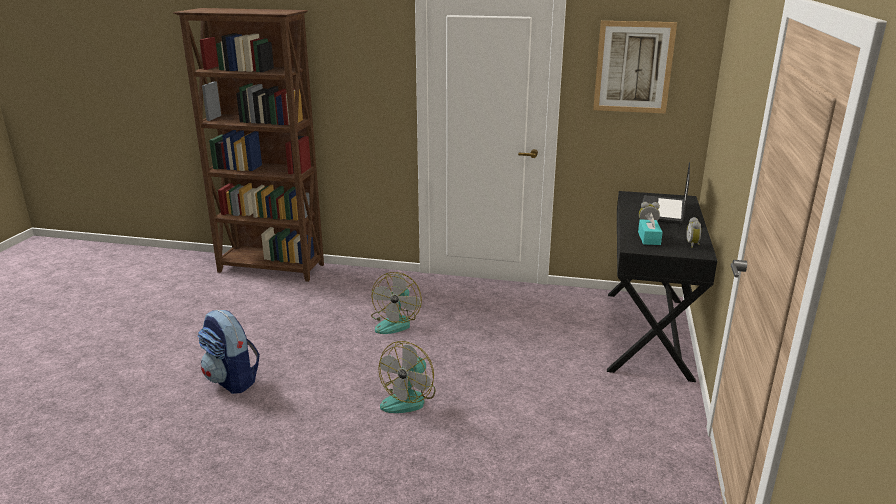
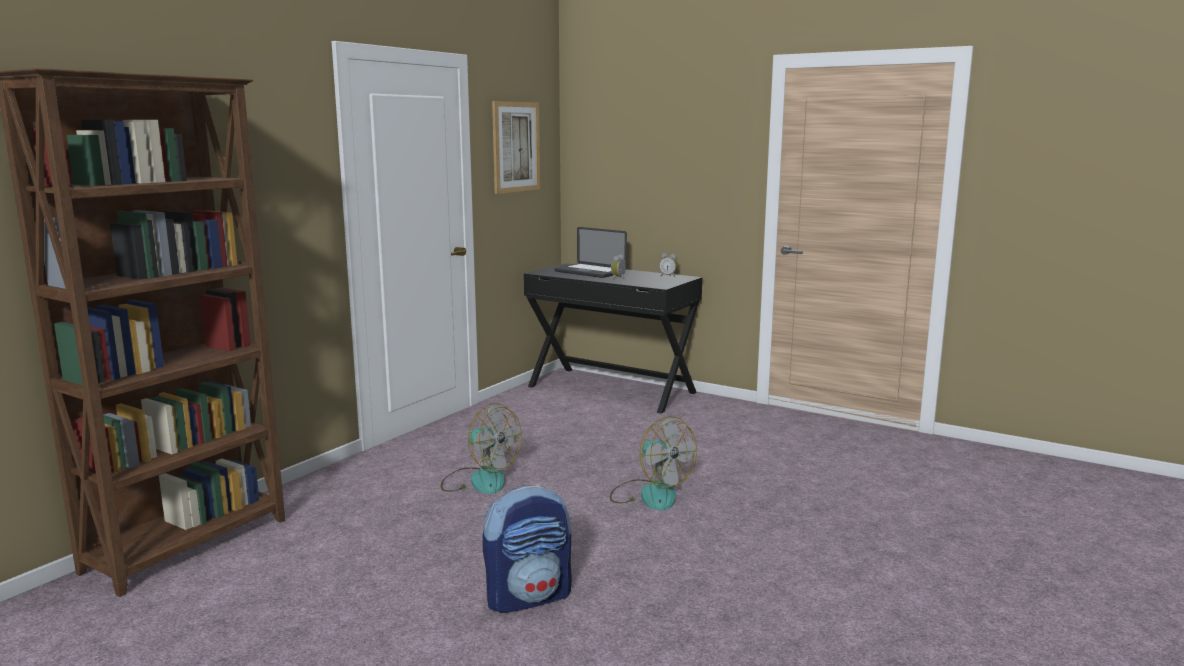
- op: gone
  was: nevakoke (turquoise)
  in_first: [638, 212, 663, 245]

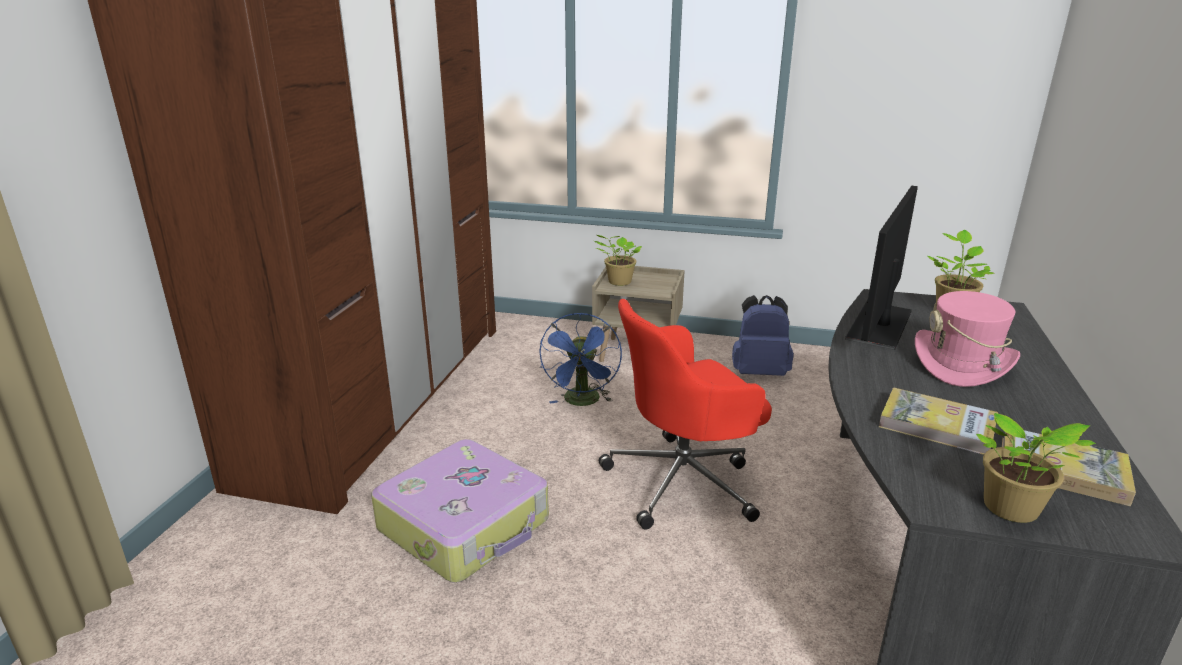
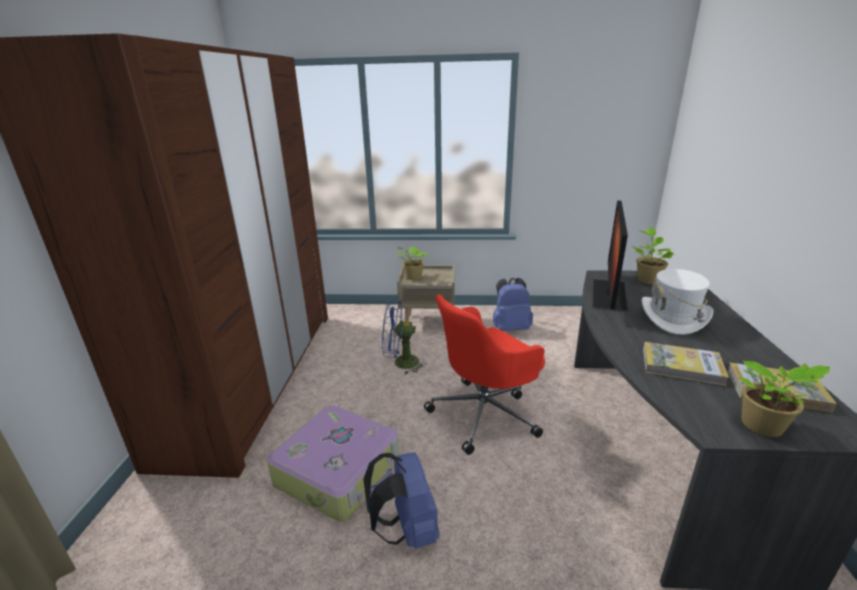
- op: new
  now: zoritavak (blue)
  in_second: [363, 452, 440, 549]
- op: repainted
  was: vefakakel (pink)
  now: vefakakel (white)
  in_first: [915, 291, 1020, 387]
  in_second: [641, 269, 713, 335]
- op: rotated
  was: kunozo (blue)
  in_first: [539, 313, 622, 406]
  in_second: [382, 301, 427, 375]
  clockwise: 90

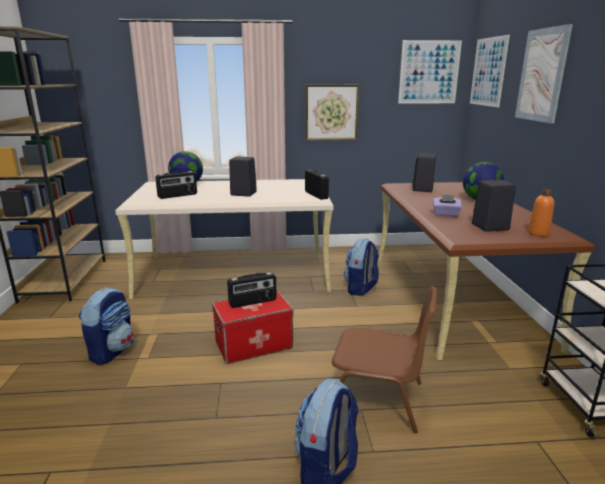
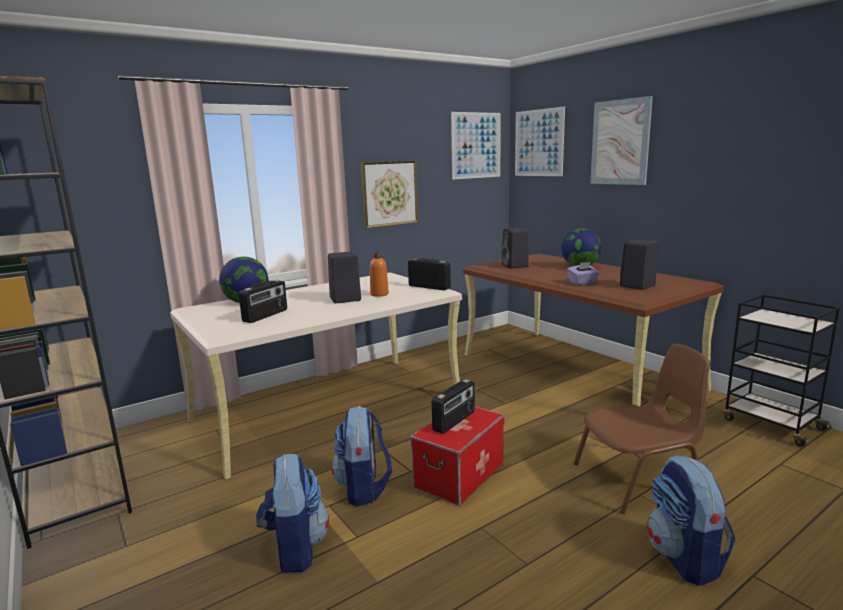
- op: shifted
  was: zoritavak
  in_first: [344, 238, 379, 296]
  in_second: [332, 406, 392, 506]
- op: shifted
  was: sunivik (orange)
  in_first: [528, 189, 554, 237]
  in_second: [370, 252, 389, 297]

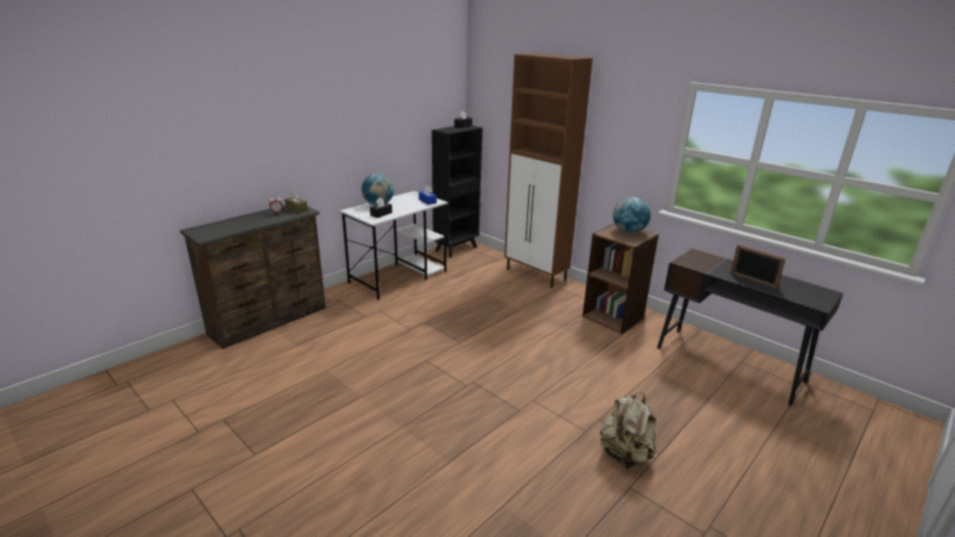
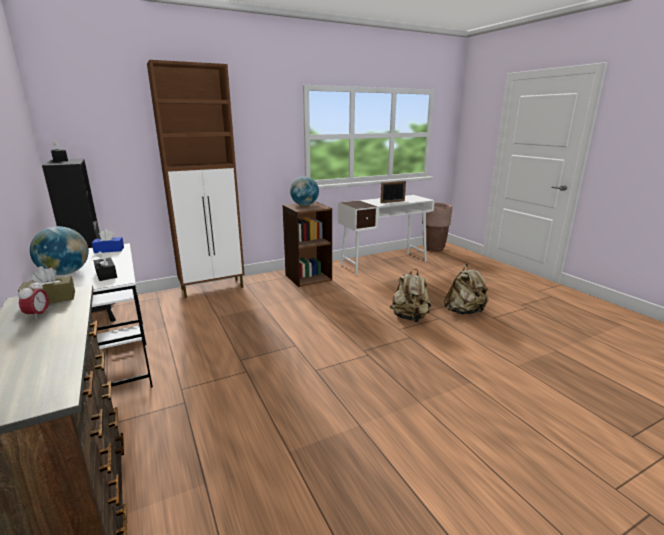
- op: new
  now: zoritavak (beige)
  in_second: [390, 269, 431, 322]
- op: new
  now: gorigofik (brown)
  in_second: [422, 202, 452, 252]
- op: repainted
  was: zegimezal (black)
  now: zegimezal (white)
  in_first: [657, 248, 843, 406]
  in_second: [338, 195, 435, 275]

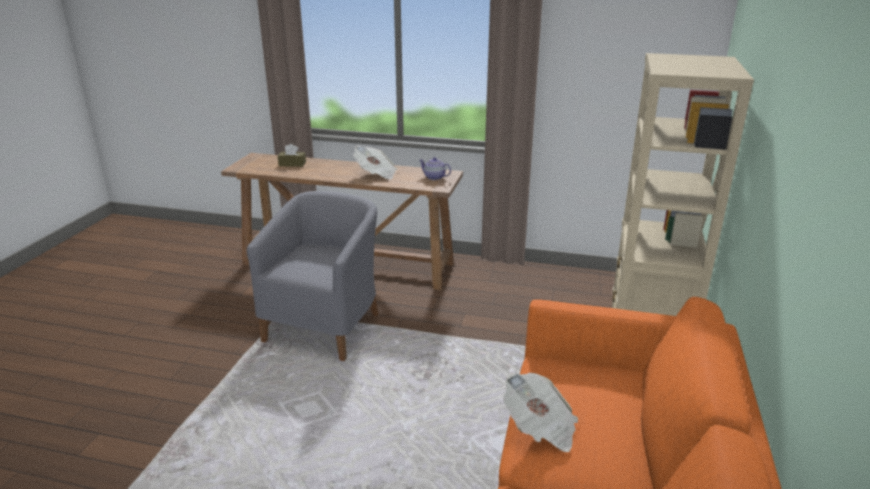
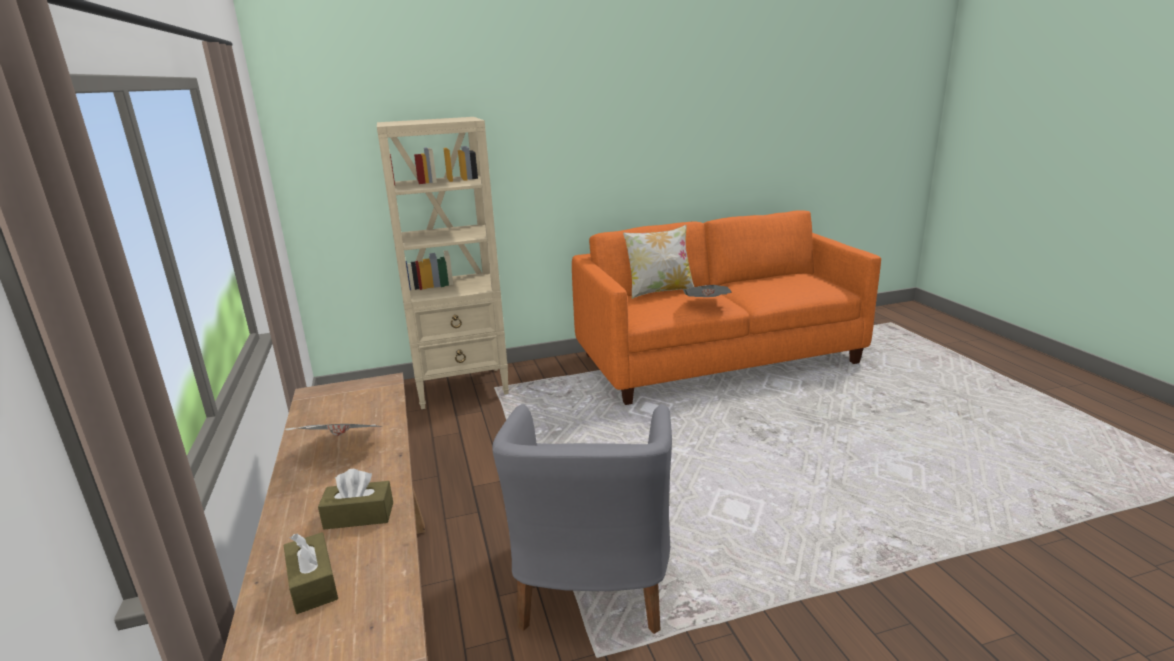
- op: gone
  was: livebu
  in_first: [419, 157, 451, 180]
- op: new
  now: nevakoke (brown)
  in_second: [318, 469, 393, 530]
- op: new
  now: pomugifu
  in_second: [623, 225, 694, 299]
- op: rotated
  was: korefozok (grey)
  in_first: [247, 191, 379, 361]
  in_second: [492, 404, 672, 634]
  clockwise: -75

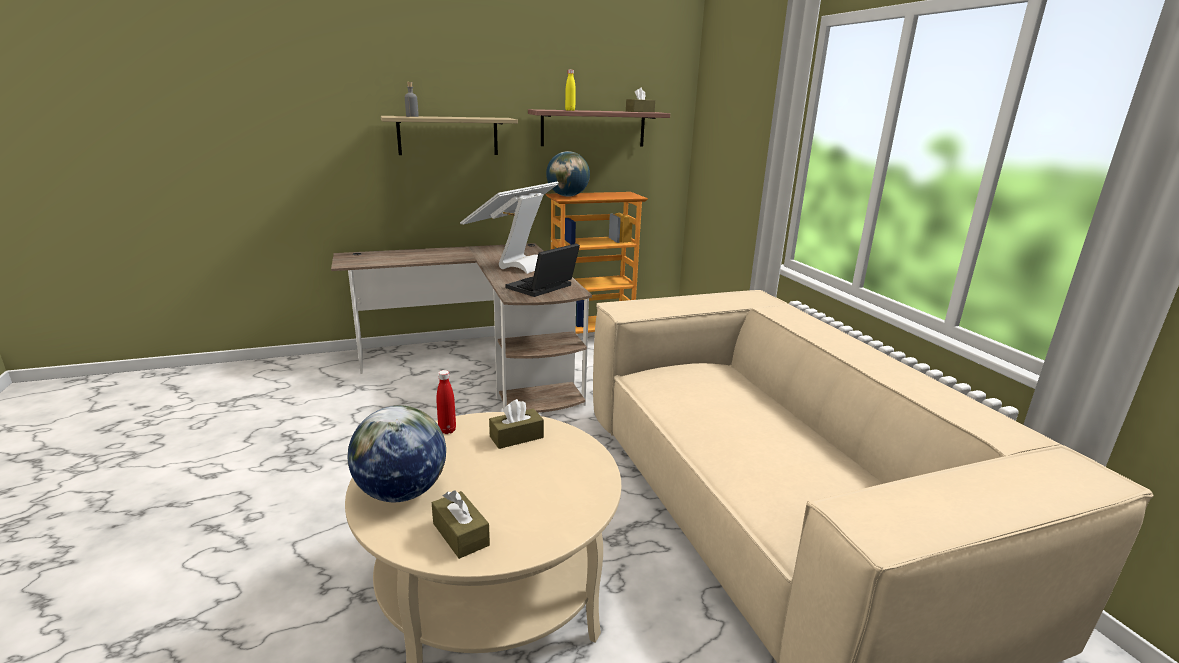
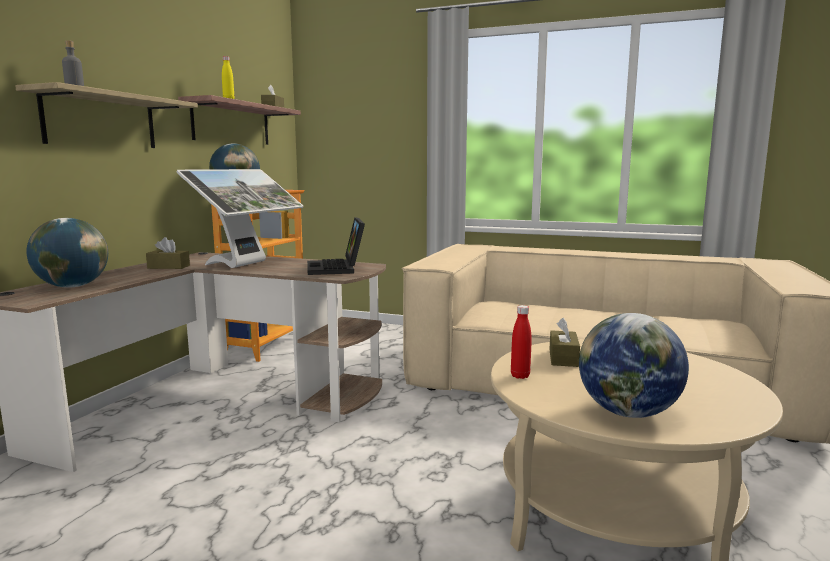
- op: new
  now: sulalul
  in_second: [26, 218, 108, 288]
- op: shifted
  was: nevakoke (brown)
  in_first: [432, 490, 490, 559]
  in_second: [146, 237, 190, 269]
- op: rotated
  was: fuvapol
  in_first: [460, 181, 558, 274]
  in_second: [176, 169, 303, 268]
  clockwise: -135

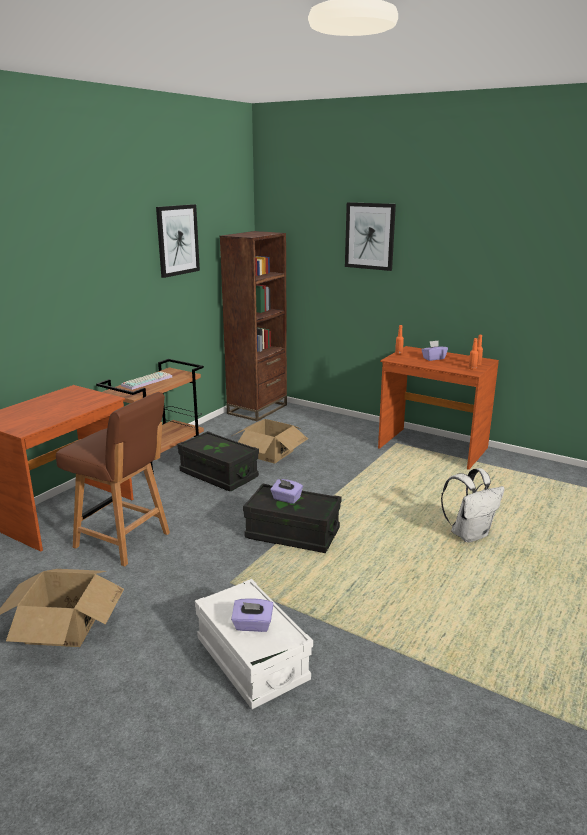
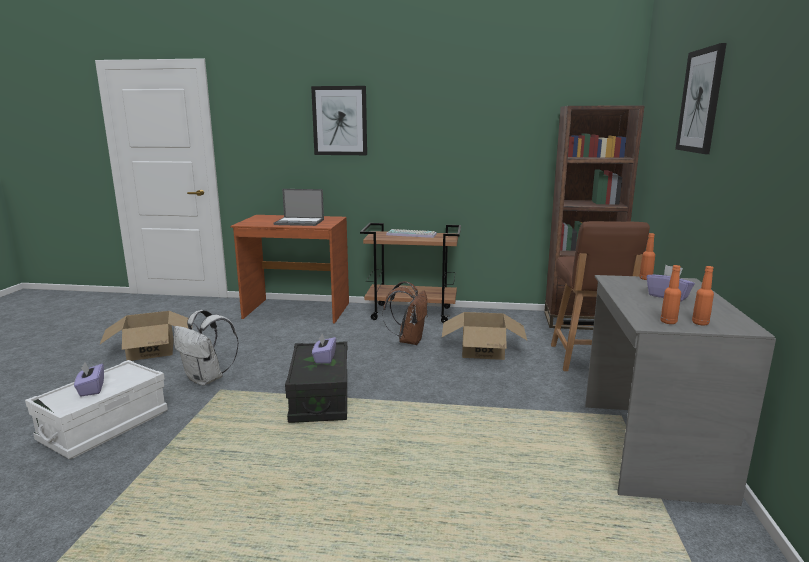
- op: new
  now: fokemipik
  in_second: [274, 189, 324, 226]
- op: shifted
  was: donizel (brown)
  in_first: [56, 392, 170, 567]
  in_second: [551, 221, 650, 371]
- op: shifted
  was: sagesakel
  in_first: [156, 204, 200, 278]
  in_second: [311, 86, 367, 155]
- op: shifted
  was: zoritavak (white)
  in_first: [441, 468, 505, 543]
  in_second: [174, 310, 239, 386]
- op: swapped
  was: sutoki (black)
  now: zoritavak (brown)
  in_first: [177, 431, 259, 491]
  in_second: [382, 281, 428, 345]
- op: repainted
  was: zegimezal (brown)
  now: zegimezal (grey)
  in_first: [378, 346, 499, 470]
  in_second: [585, 275, 776, 506]

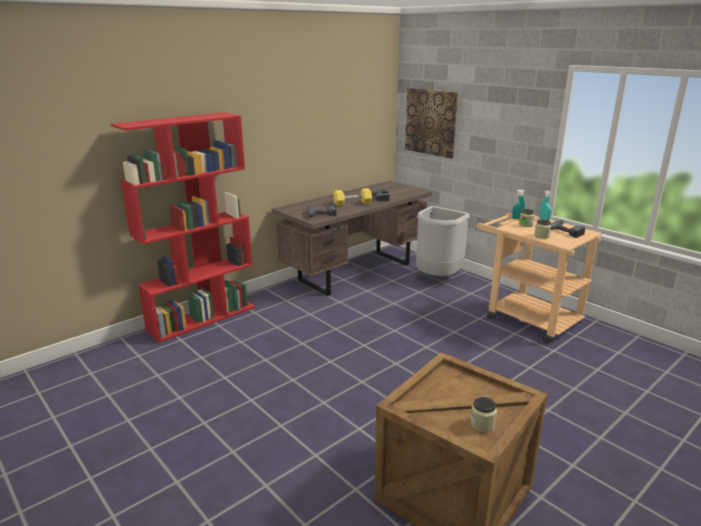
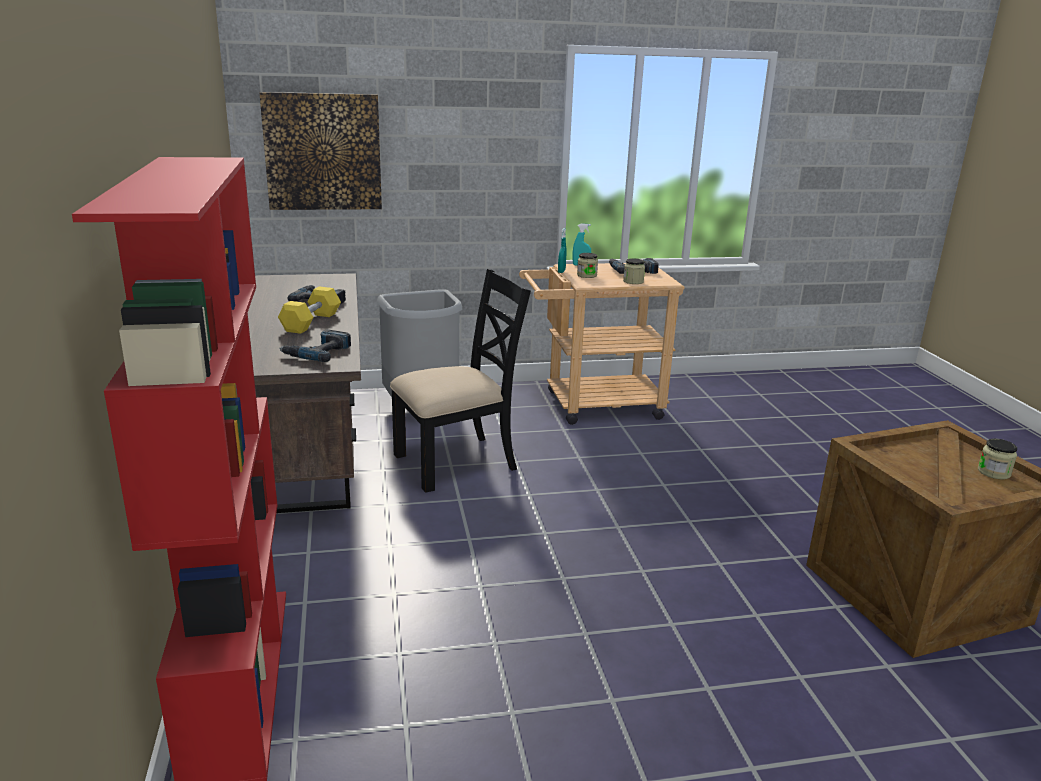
- op: new
  now: donizel (black)
  in_second: [390, 269, 531, 493]

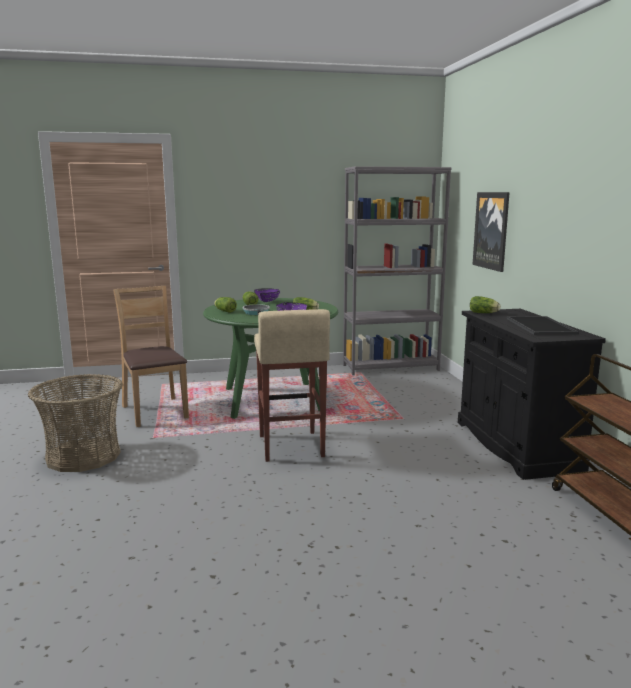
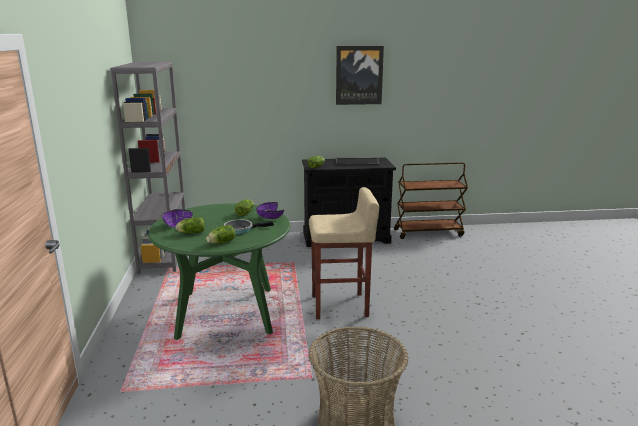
- op: gone
  was: donizel (brown)
  in_first: [113, 286, 189, 427]
- op: shifted
  was: sagesakel
  in_first: [472, 192, 510, 272]
  in_second: [336, 46, 384, 105]

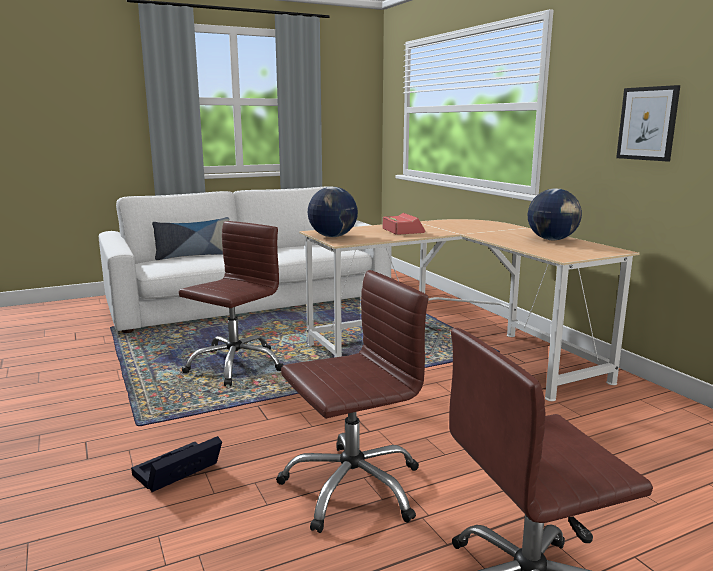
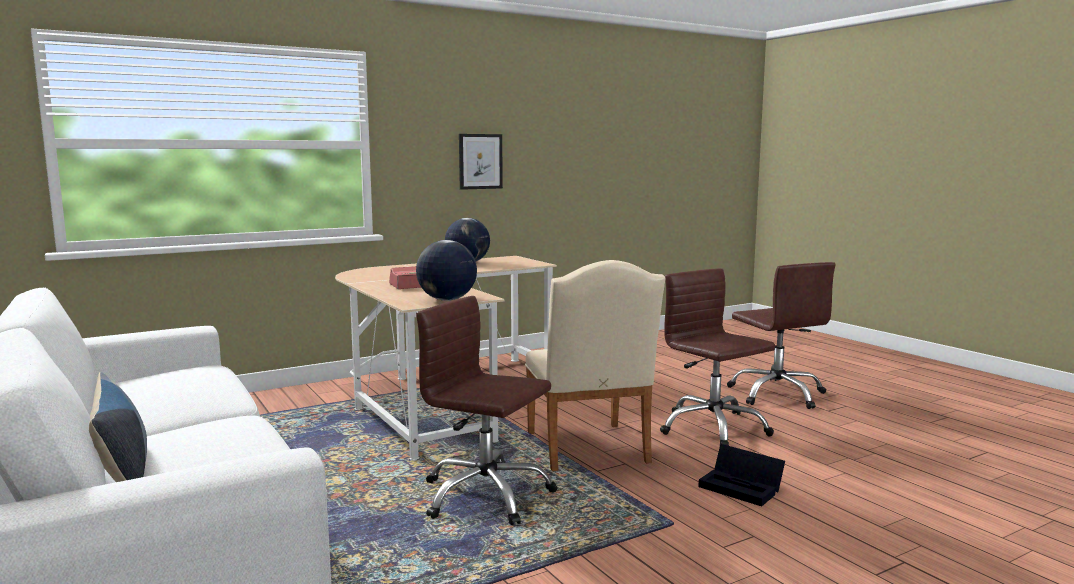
- op: new
  now: donizel (beige)
  in_second: [525, 260, 666, 471]

